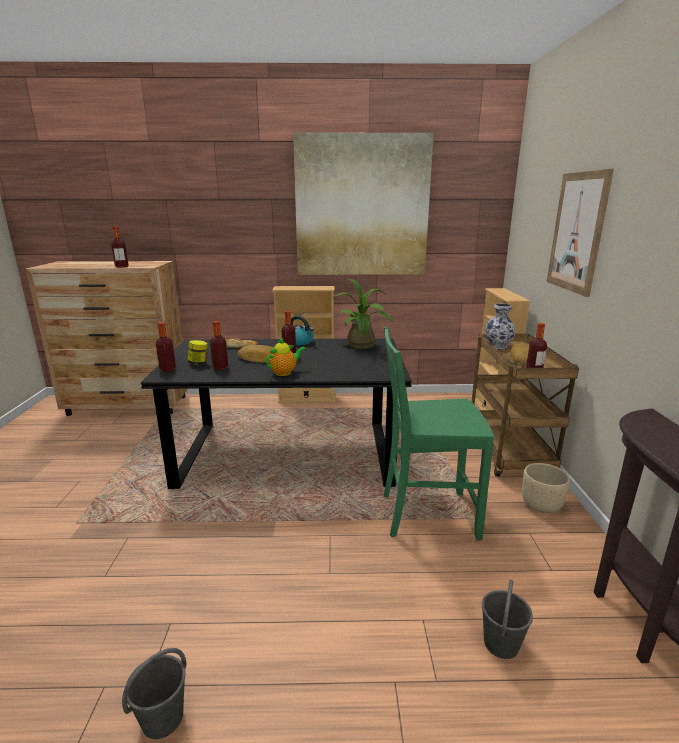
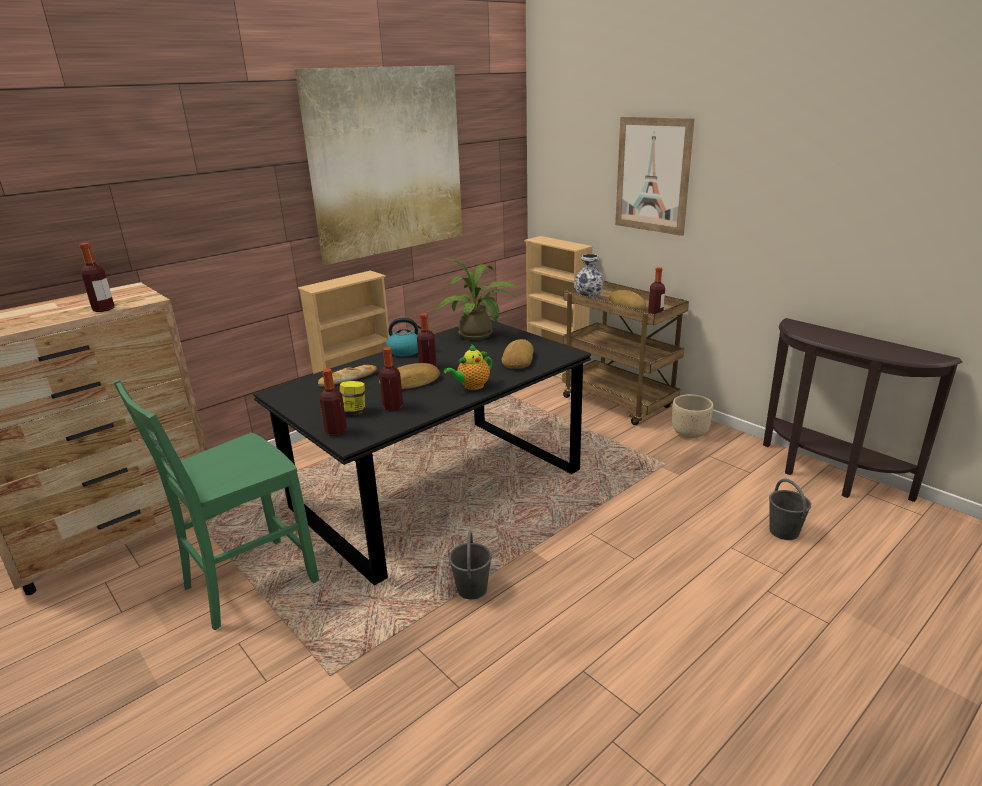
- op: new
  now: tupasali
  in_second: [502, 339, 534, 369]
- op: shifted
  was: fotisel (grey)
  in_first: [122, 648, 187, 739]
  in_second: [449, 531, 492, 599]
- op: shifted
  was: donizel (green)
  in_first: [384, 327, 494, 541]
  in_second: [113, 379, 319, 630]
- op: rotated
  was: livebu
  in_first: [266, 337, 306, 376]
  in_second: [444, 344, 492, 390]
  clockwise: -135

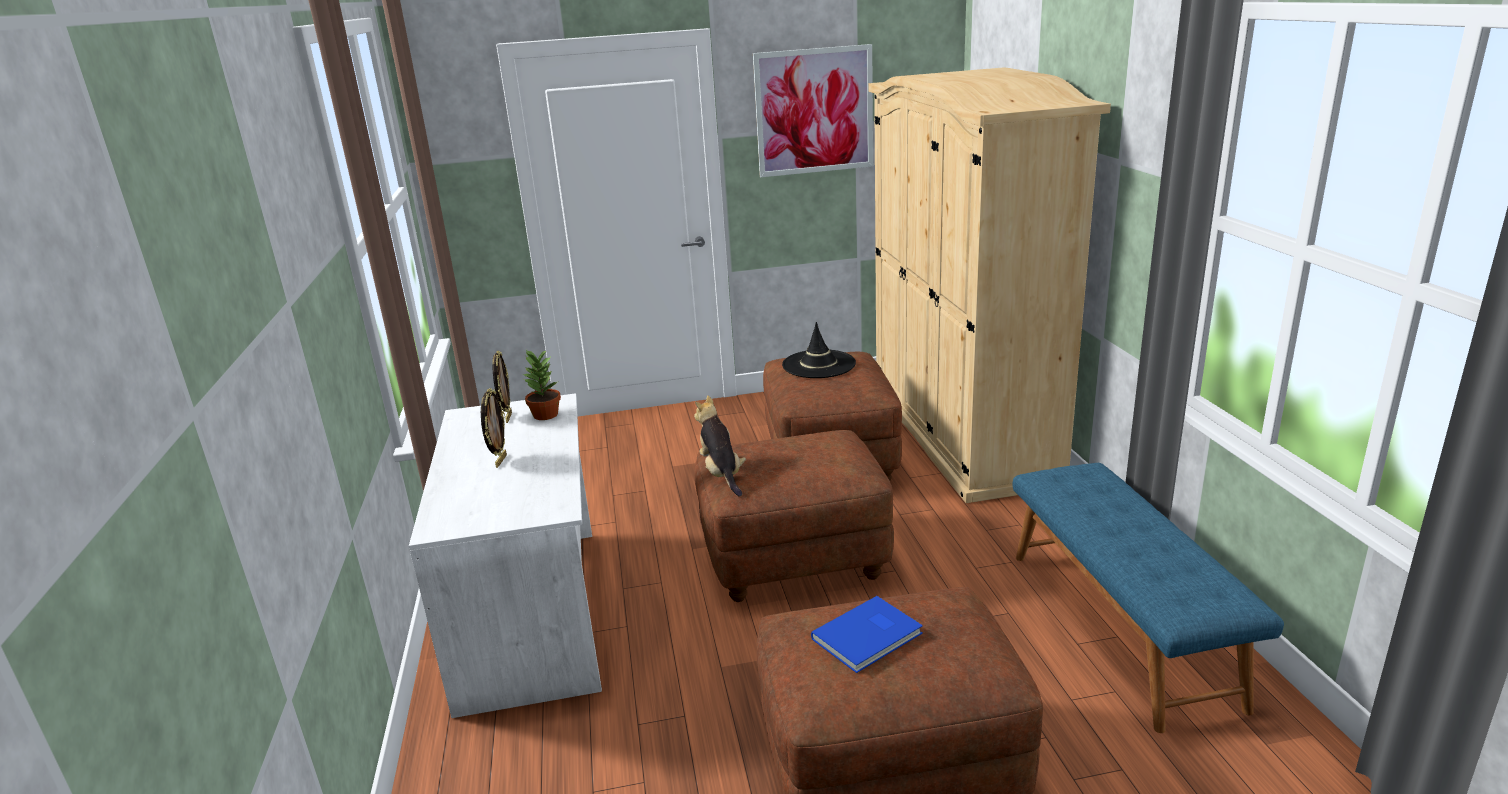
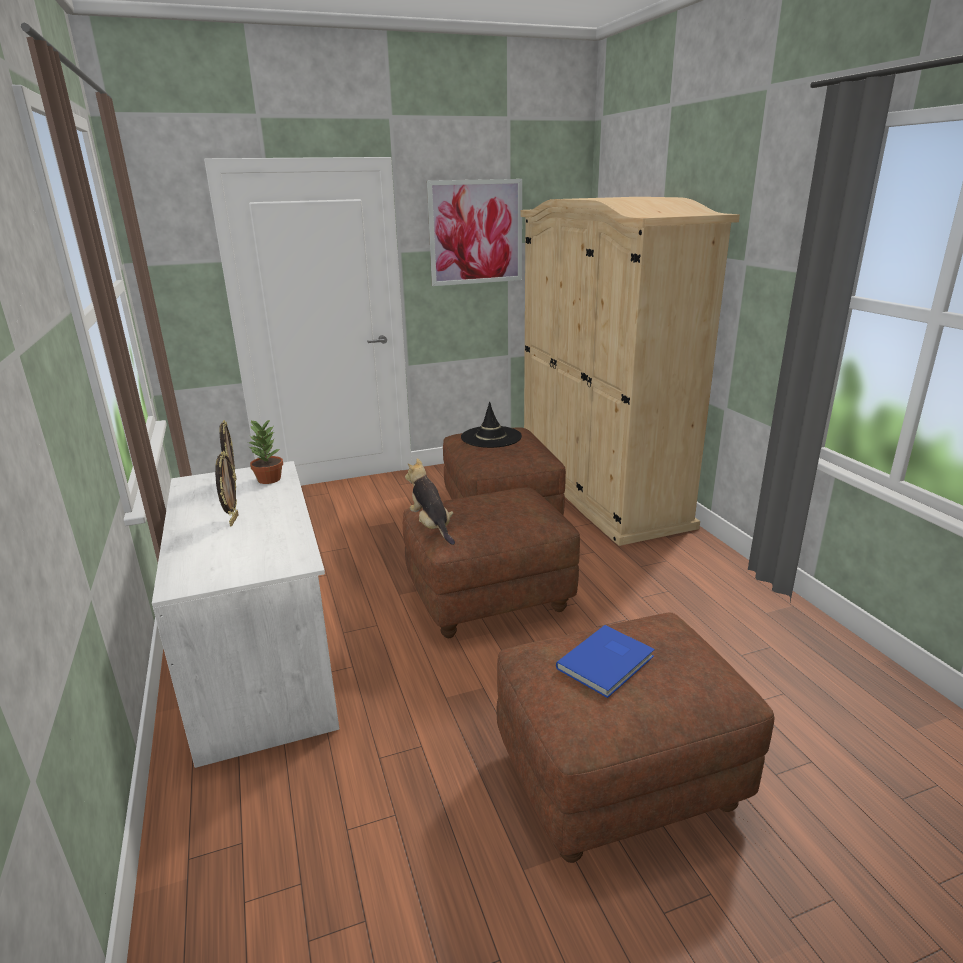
- op: gone
  was: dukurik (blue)
  in_first: [1013, 463, 1284, 733]

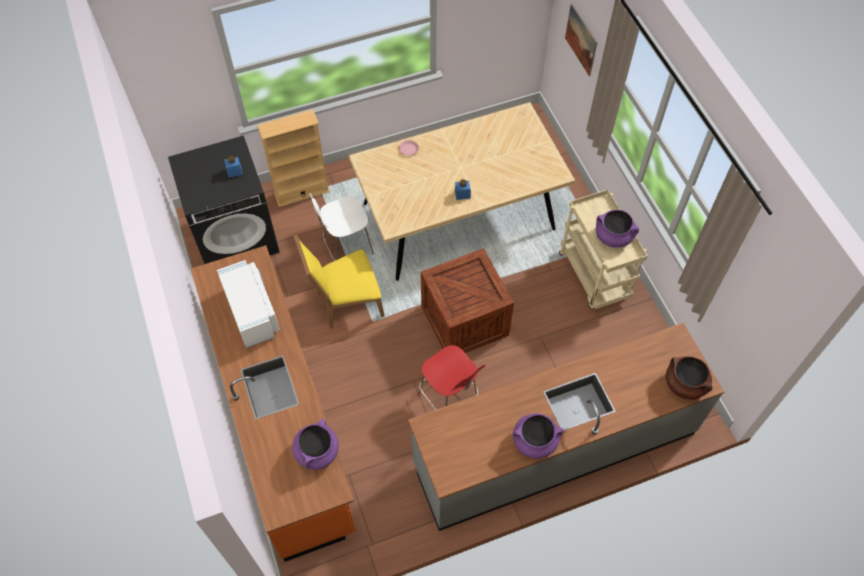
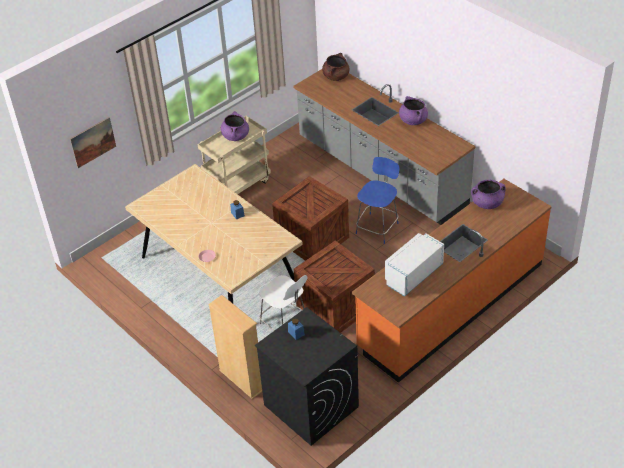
- op: swapped
  was: donizel (yellow)
  now: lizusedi
  in_first: [294, 235, 385, 329]
  in_second: [294, 241, 375, 333]
- op: repainted
  was: donizel (red)
  now: donizel (blue)
  in_first: [418, 345, 485, 410]
  in_second: [356, 157, 400, 244]

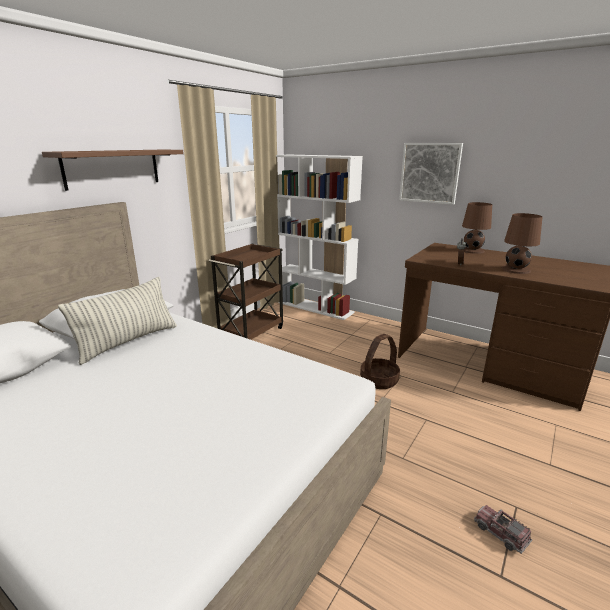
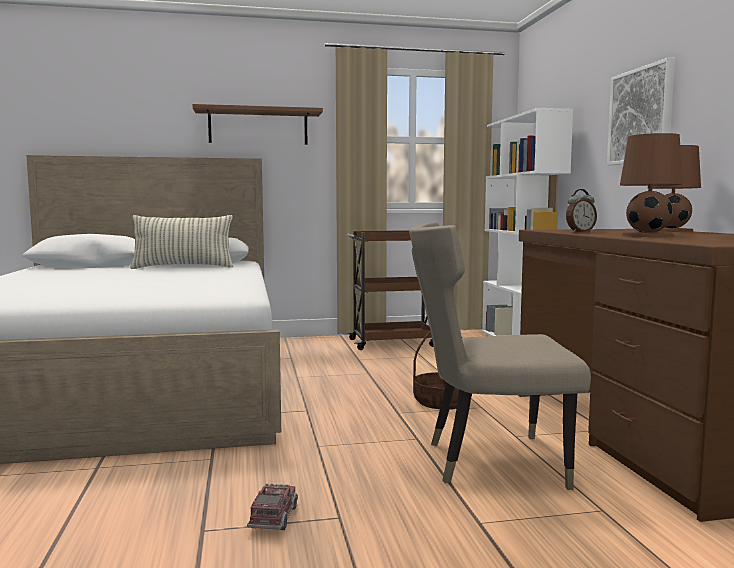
- op: new
  now: donizel (beige)
  in_second: [409, 222, 591, 490]

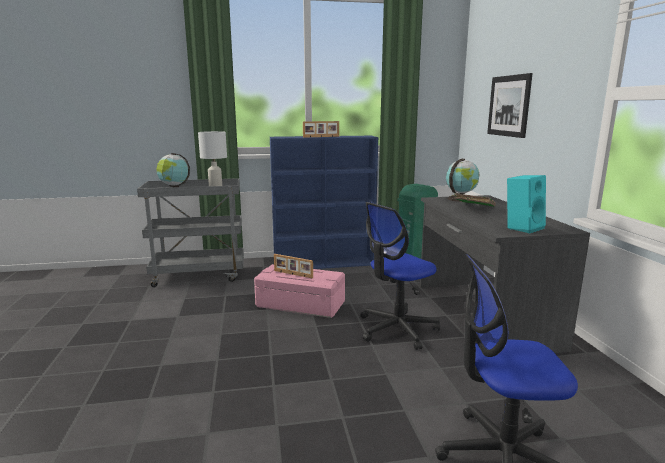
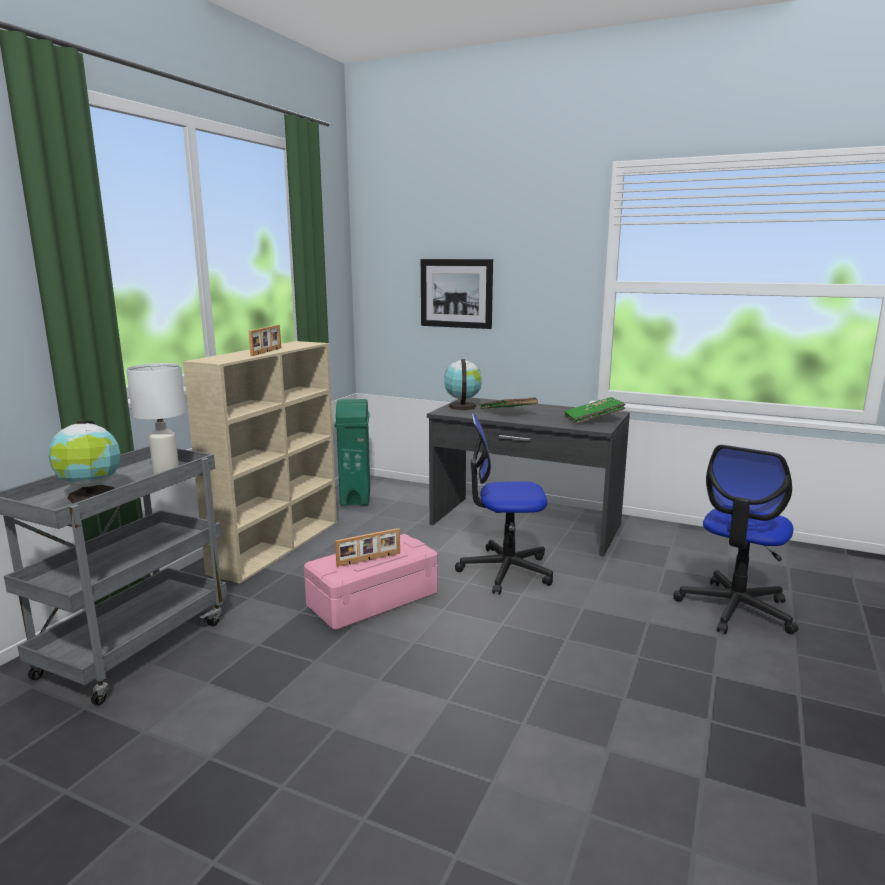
- op: swapped
  was: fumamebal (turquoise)
  now: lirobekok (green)
  in_first: [507, 175, 546, 233]
  in_second: [564, 397, 626, 424]
- op: repainted
  was: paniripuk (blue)
  now: paniripuk (beige)
  in_first: [270, 136, 378, 269]
  in_second: [183, 341, 337, 584]
- op: rotated
  was: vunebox
  in_first: [361, 202, 440, 350]
  in_second: [455, 413, 553, 595]
  clockwise: 90

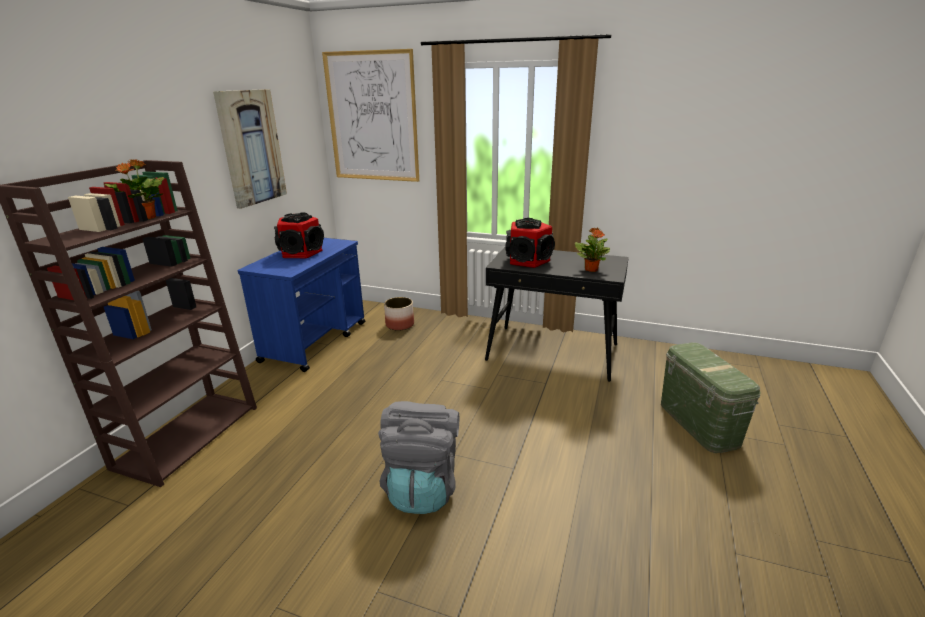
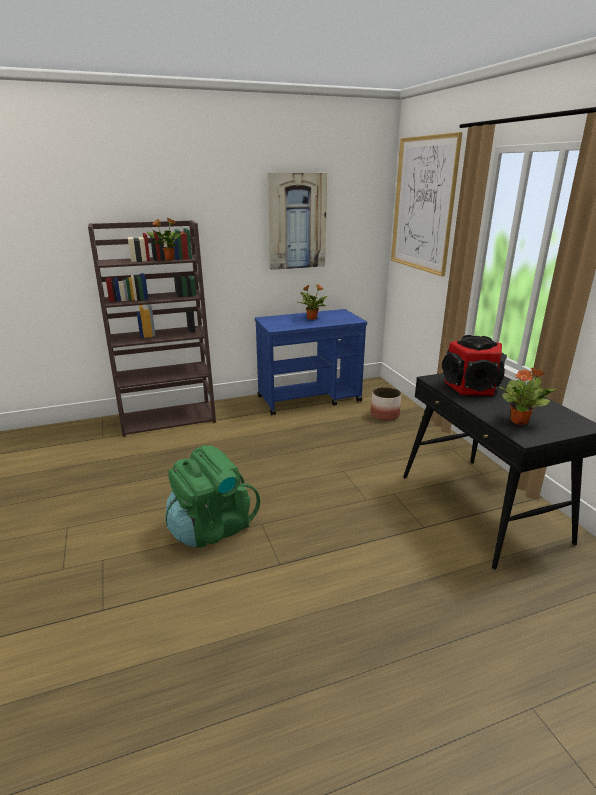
- op: gone
  was: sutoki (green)
  in_first: [661, 342, 761, 453]
- op: swapped
  was: fumamebal
  now: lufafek
  in_first: [274, 212, 324, 258]
  in_second: [298, 284, 328, 320]
- op: repainted
  was: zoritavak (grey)
  now: zoritavak (green)
  in_first: [378, 401, 459, 514]
  in_second: [165, 445, 260, 548]

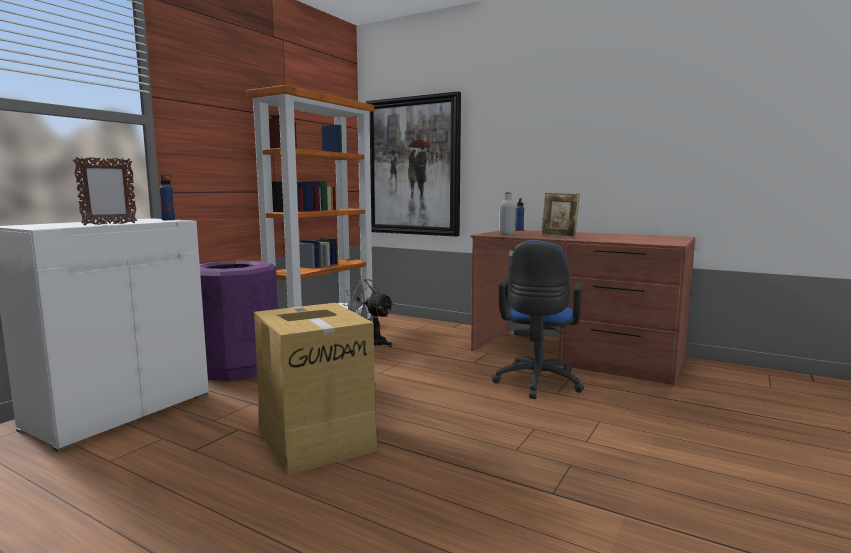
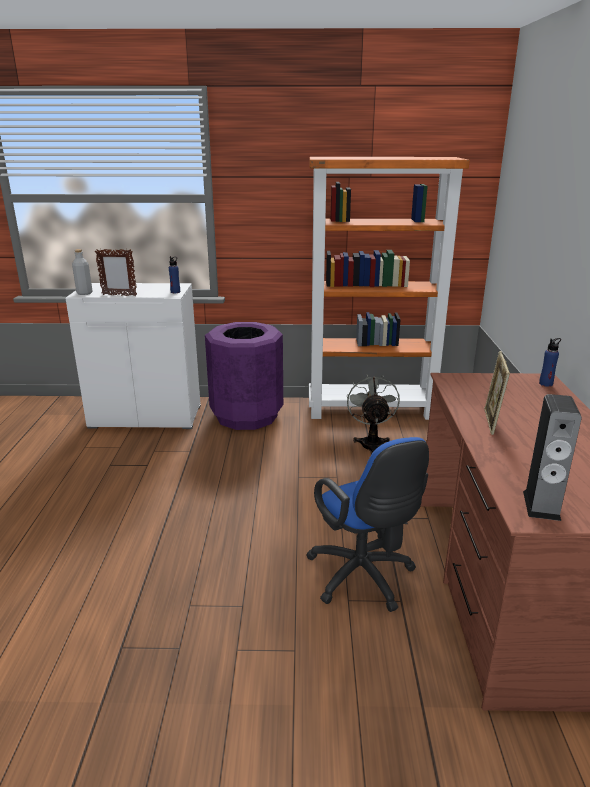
- op: gone
  was: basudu
  in_first: [254, 303, 378, 475]
- op: gone
  was: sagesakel
  in_first: [366, 91, 461, 237]
- op: new
  now: fumamebal
  in_second: [523, 394, 582, 521]
- op: shifted
  was: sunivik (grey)
  in_first: [499, 192, 515, 235]
  in_second: [72, 249, 92, 295]
- op: rotated
  was: vunebox (blue)
  in_first: [492, 240, 584, 399]
  in_second: [306, 437, 429, 612]
  clockwise: -105

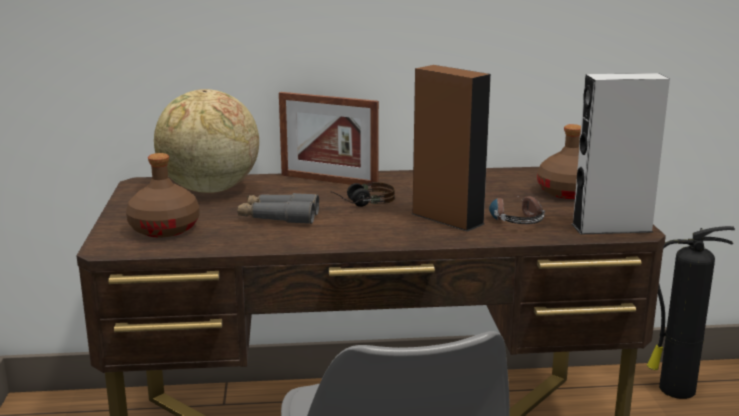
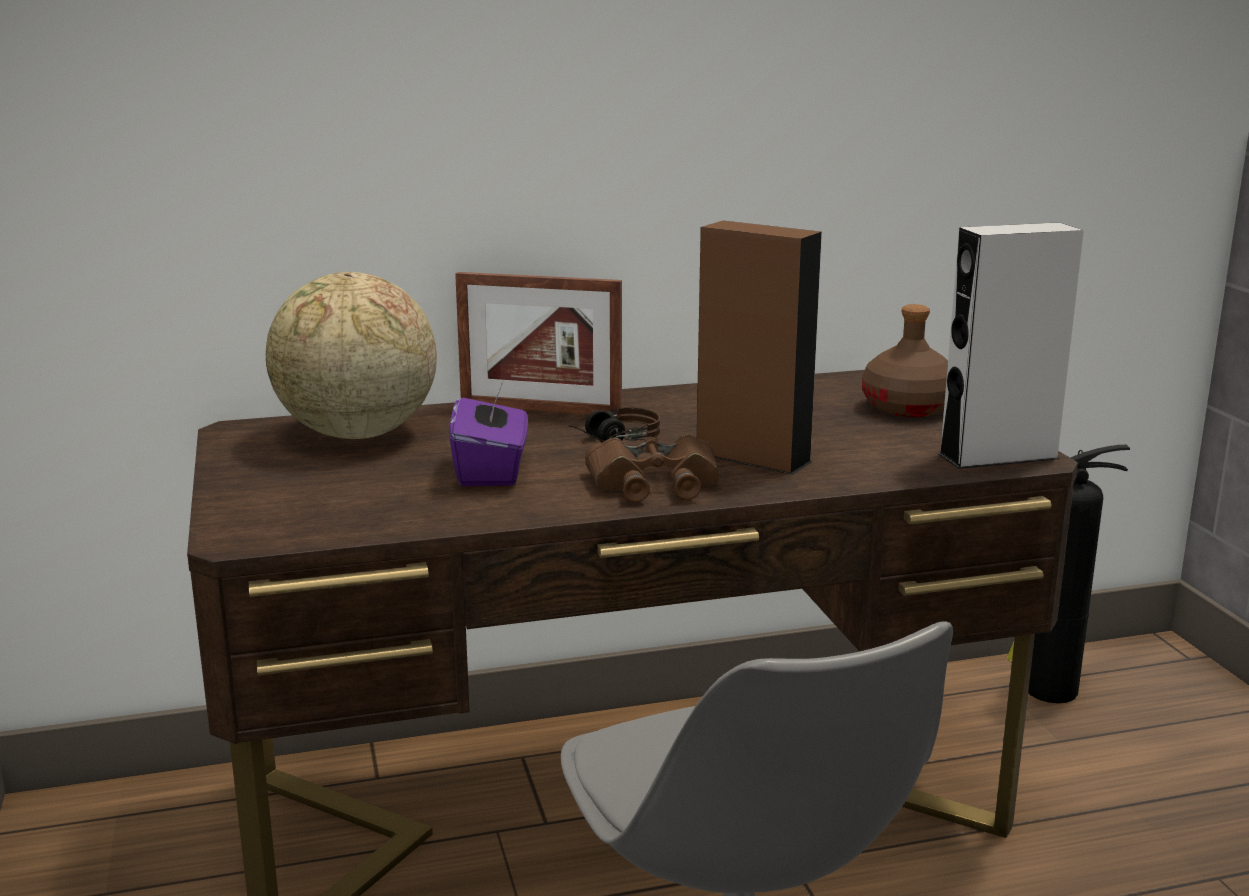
- op: gone
  was: sunivik (brown)
  in_first: [126, 153, 200, 237]
- op: gone
  was: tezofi
  in_first: [489, 196, 545, 224]
- op: new
  now: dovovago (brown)
  in_second: [585, 435, 720, 502]
- op: swapped
  was: dovovago (grey)
  now: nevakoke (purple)
  in_first: [238, 193, 319, 224]
  in_second: [449, 382, 528, 486]

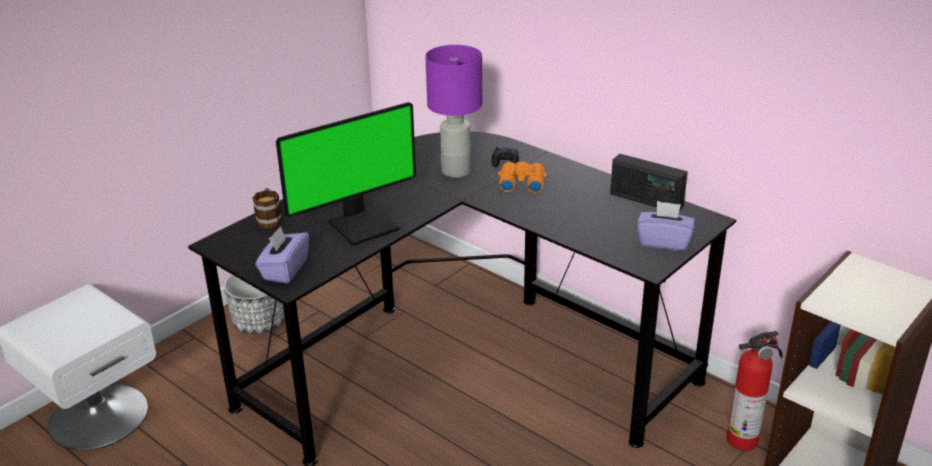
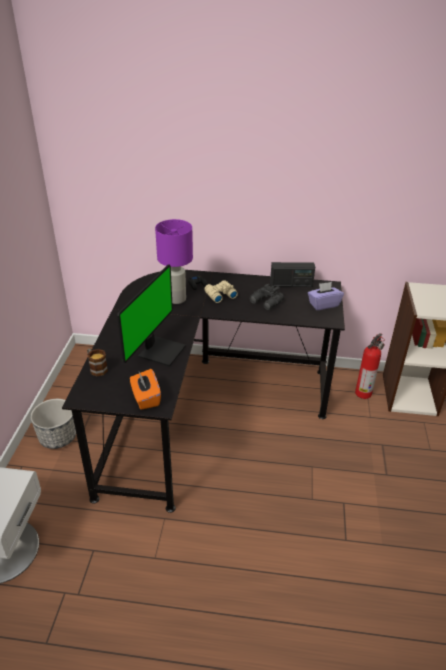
- op: new
  now: dovovago (black)
  in_second: [249, 284, 284, 310]
- op: repainted
  was: nevakoke (purple)
  now: nevakoke (orange)
  in_first: [255, 226, 309, 283]
  in_second: [130, 369, 161, 410]
- op: repainted
  was: dovovago (orange)
  now: dovovago (beige)
  in_first: [498, 162, 547, 193]
  in_second: [204, 280, 238, 303]

